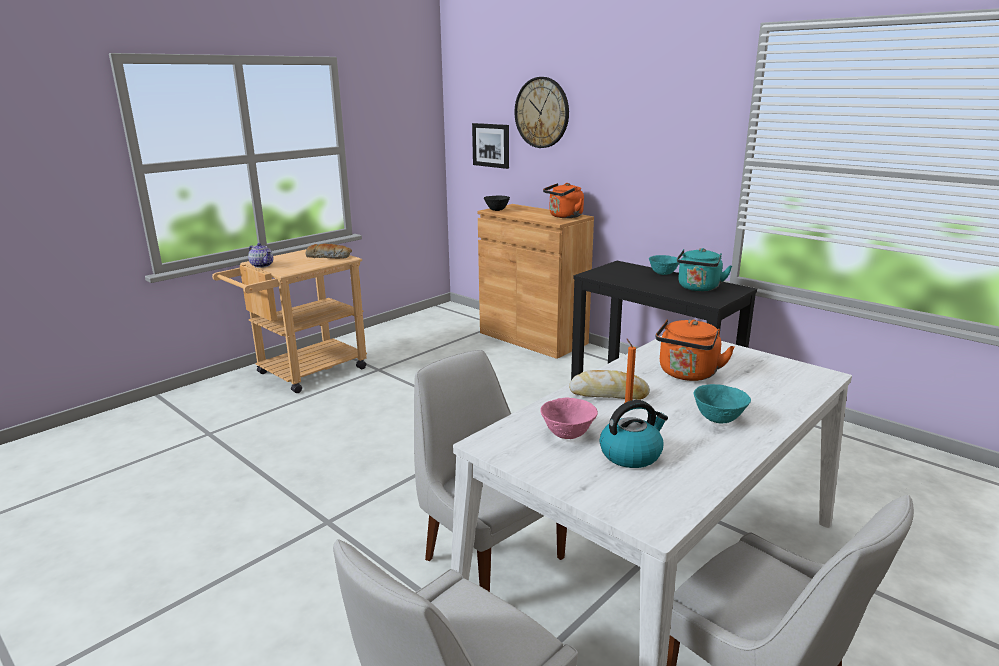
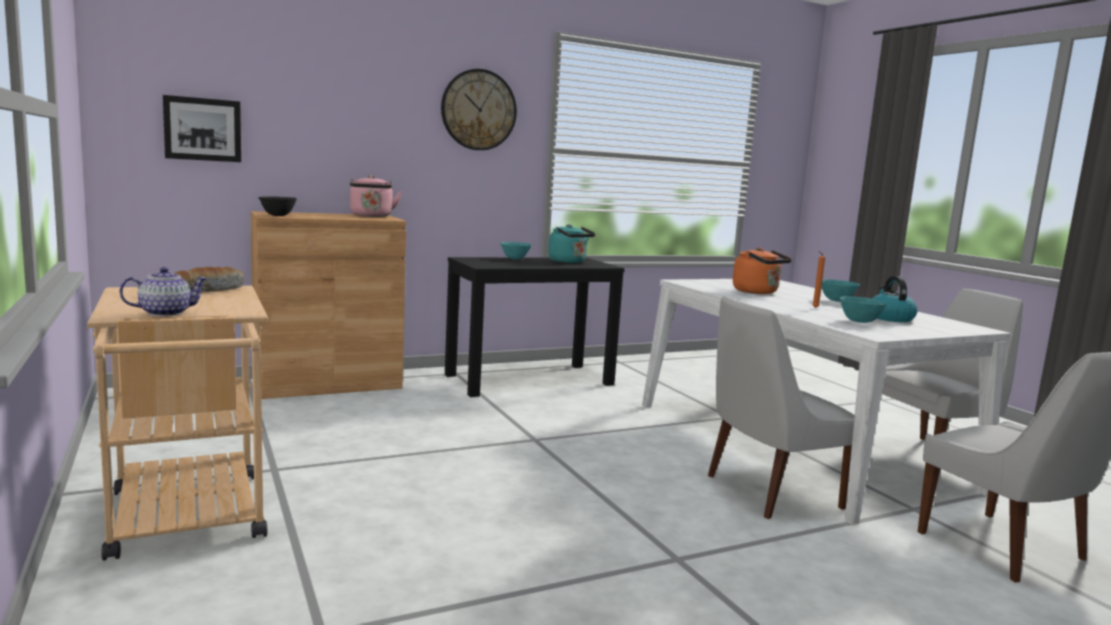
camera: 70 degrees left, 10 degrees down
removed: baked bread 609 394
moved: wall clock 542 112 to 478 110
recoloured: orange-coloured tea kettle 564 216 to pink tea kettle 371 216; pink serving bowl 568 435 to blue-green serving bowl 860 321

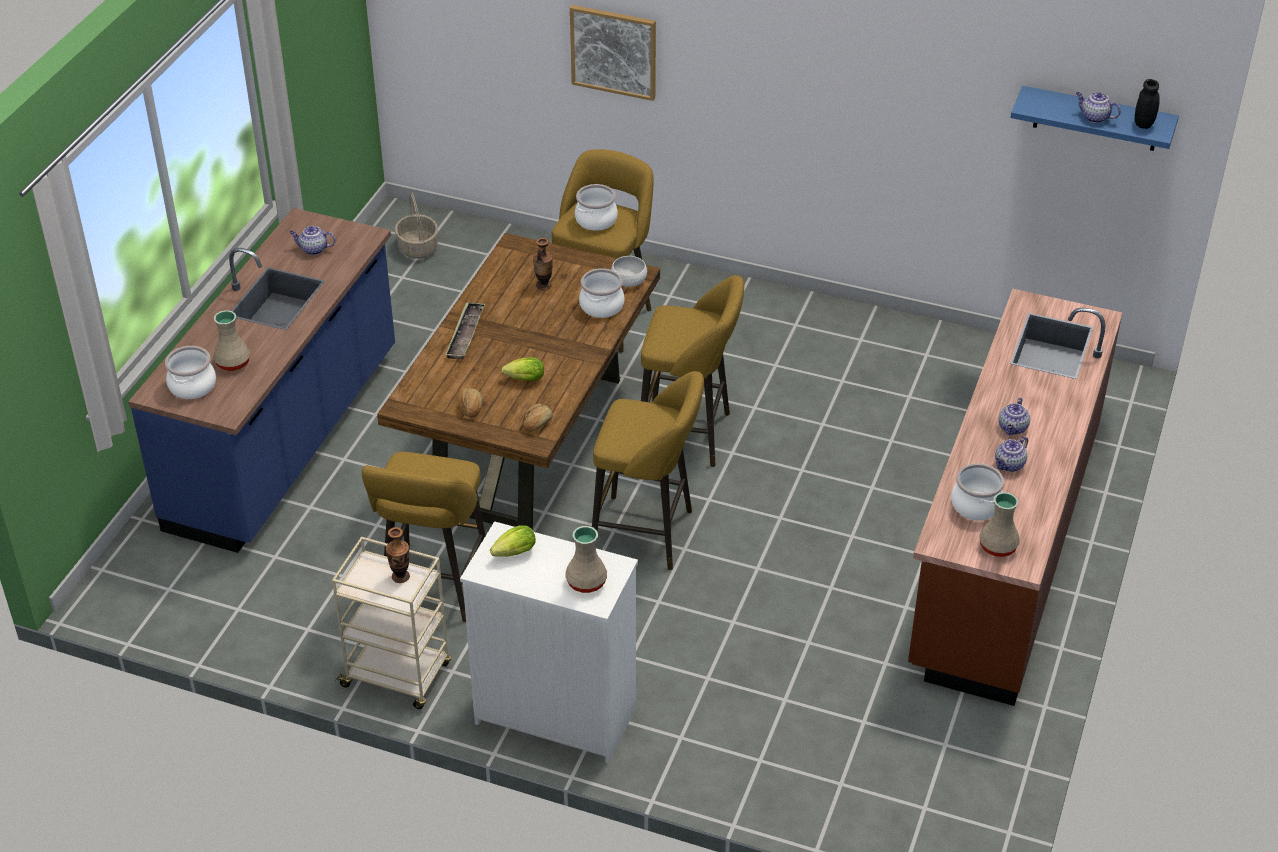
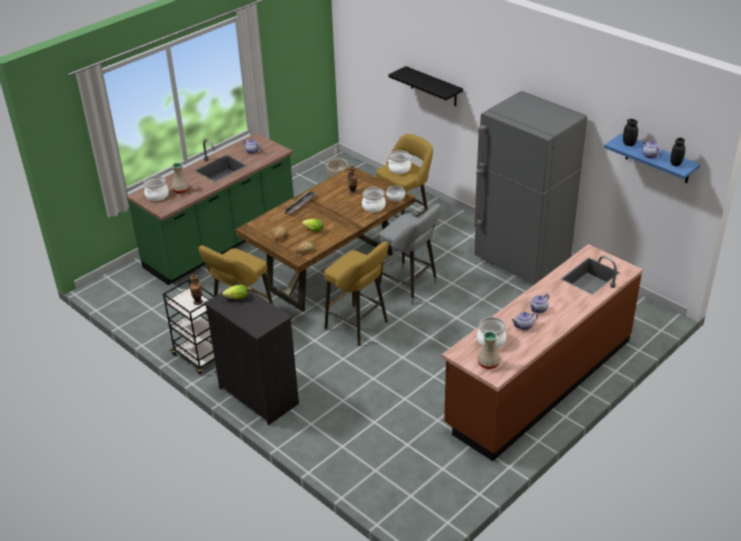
camera: 25 degrees right, 5 degrees down
removed: sand-coloured vase 585 581
added: grey kitchen fridge 521 262; black-coloured preserve jar 629 144
replaced: wall picture 614 51 to black-coloured shelf 433 86
recoloured: blue-coloured kitchen base unit 286 440 to greenish kitchen base unit 222 243; yellowish stool seat 689 435 to grey stool seat 410 287; whitish drawer chest 554 714 to black-coloured drawer chest 258 395; sand-coloured wheeled cart 398 675 to black-coloured wheeled cart 200 357

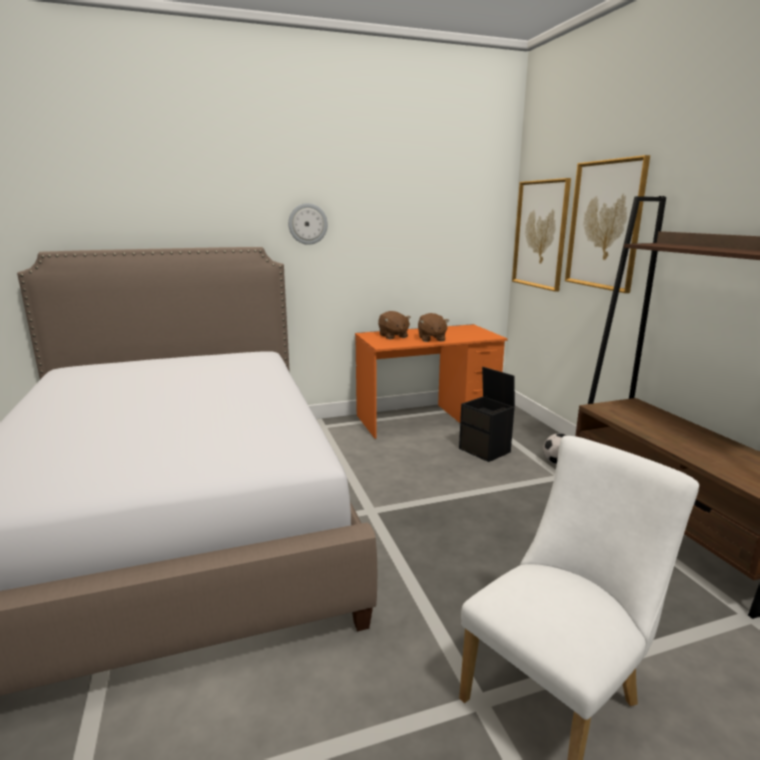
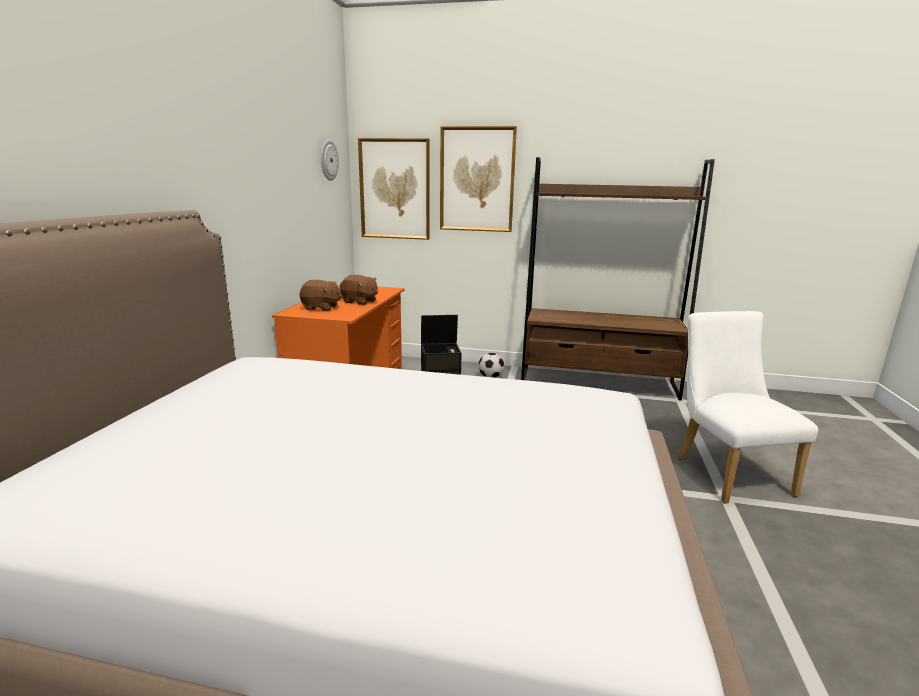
camera: 60 degrees left, 0 degrees up
moved: wall clock 307 224 to 328 160

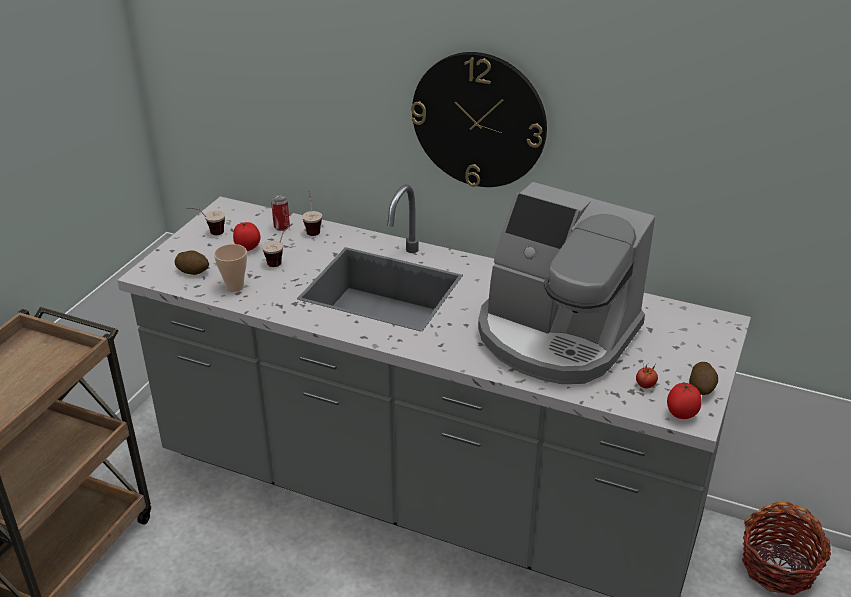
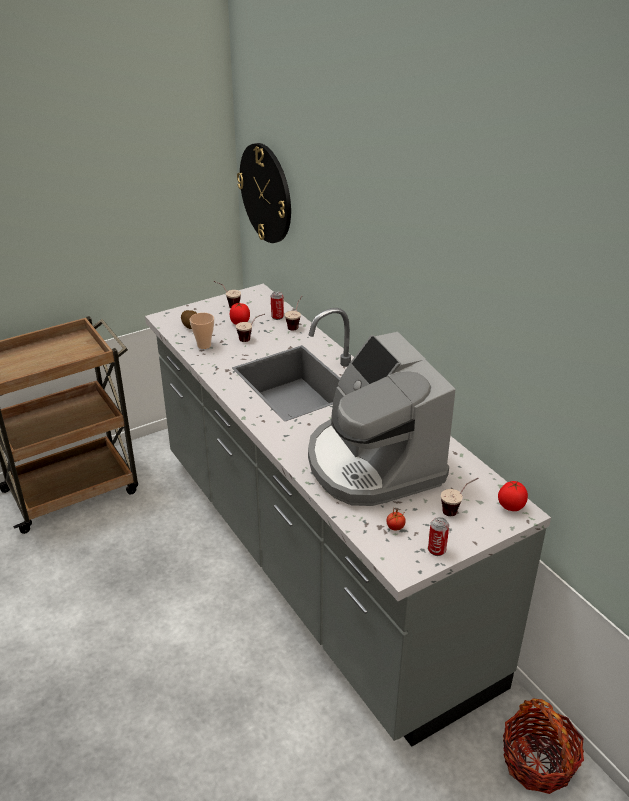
camera: 35 degrees right, 0 degrees up
added: small cup 457 509
moved: wall clock 479 120 to 266 193; fresh tomato 681 414 to 510 507
replaced: spud 701 388 to metal can 436 550

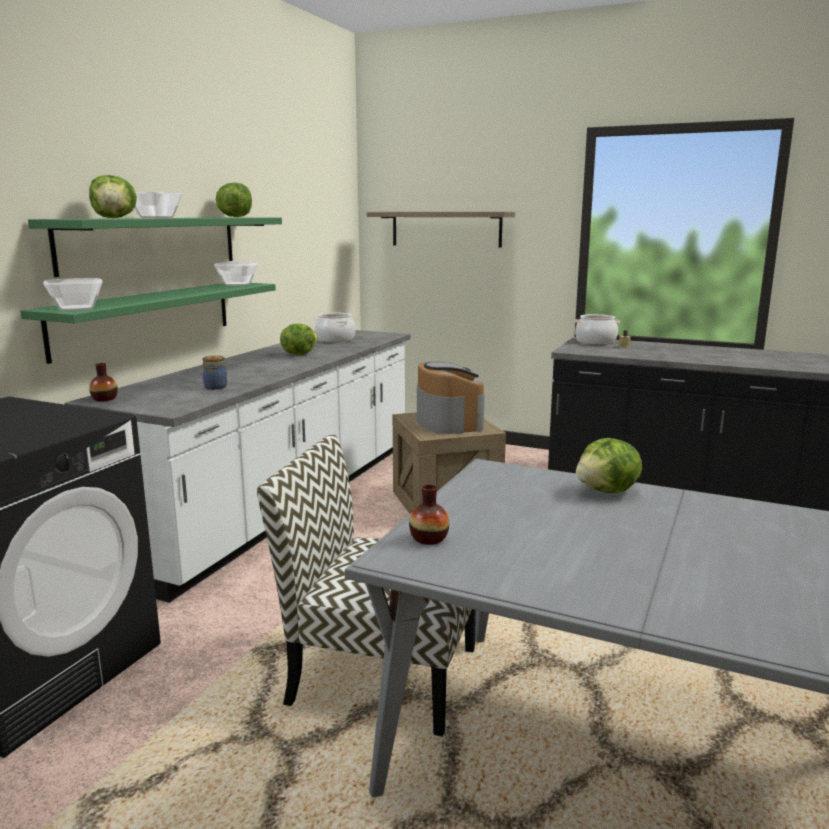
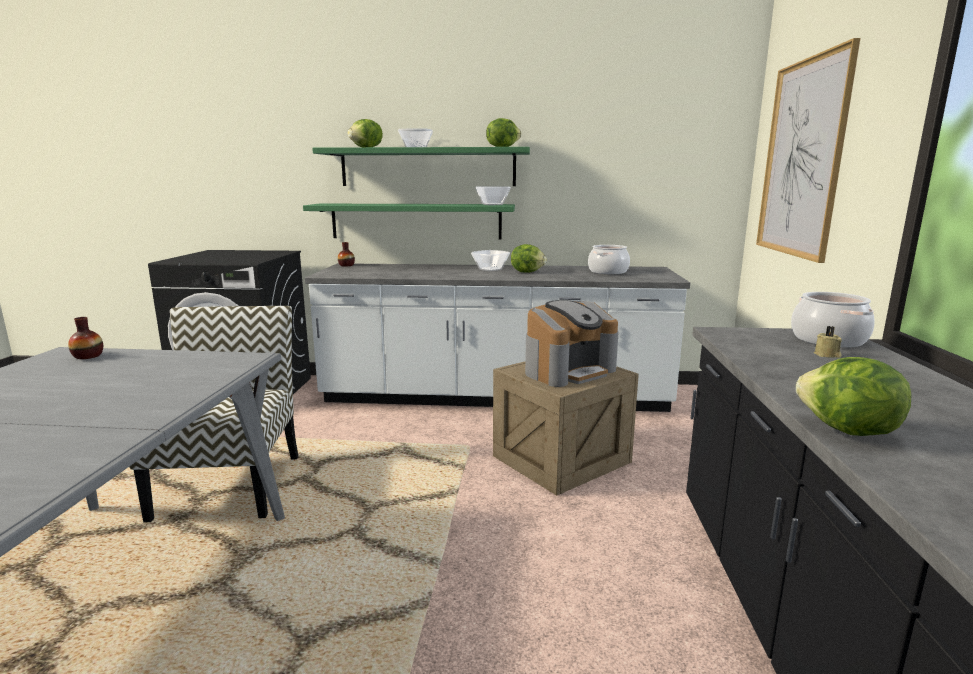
camera: 70 degrees right, 0 degrees up
removed: preserve jar 216 387
moved: serving bowl 75 308 to 490 269; lettuce head 607 491 to 847 431
replaced: shelf 446 229 to wall picture 802 158

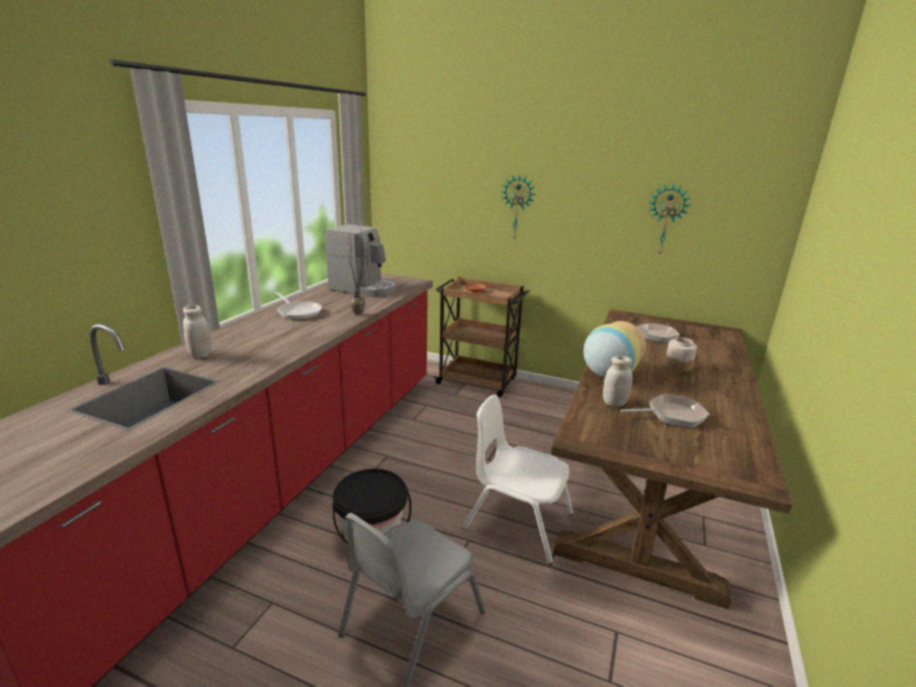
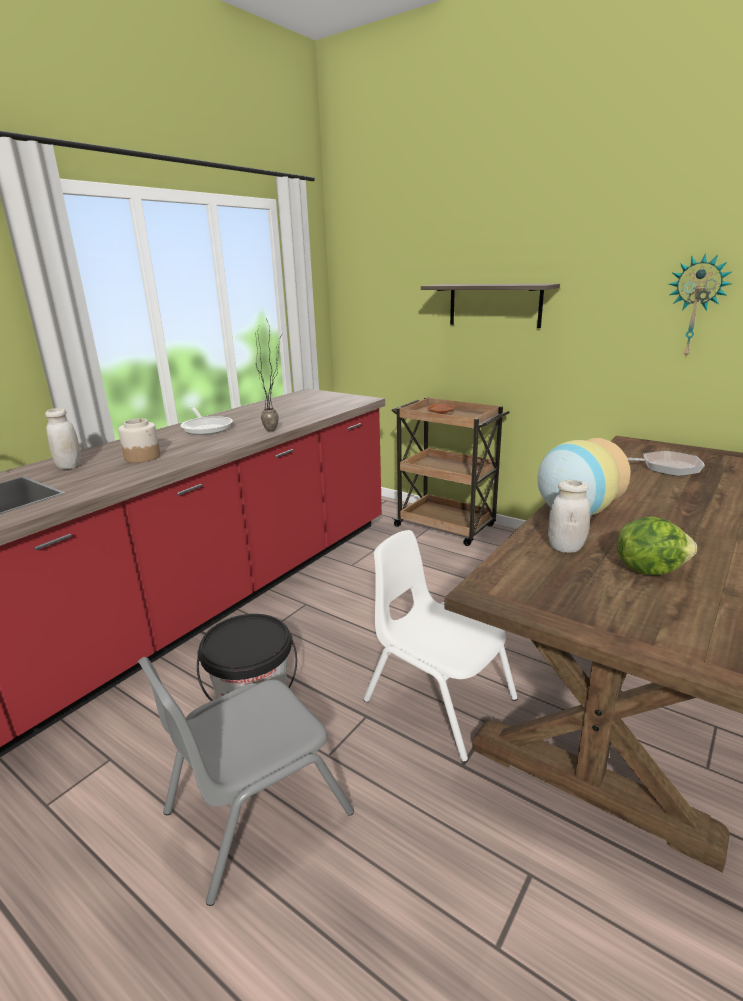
camera: 15 degrees right, 0 degrees up
removed: coffee maker 364 288
moved: preserve jar 677 366 to 142 457
replaced: wall clock 517 207 to shelf 494 305; pan 672 415 to lettuce head 648 569

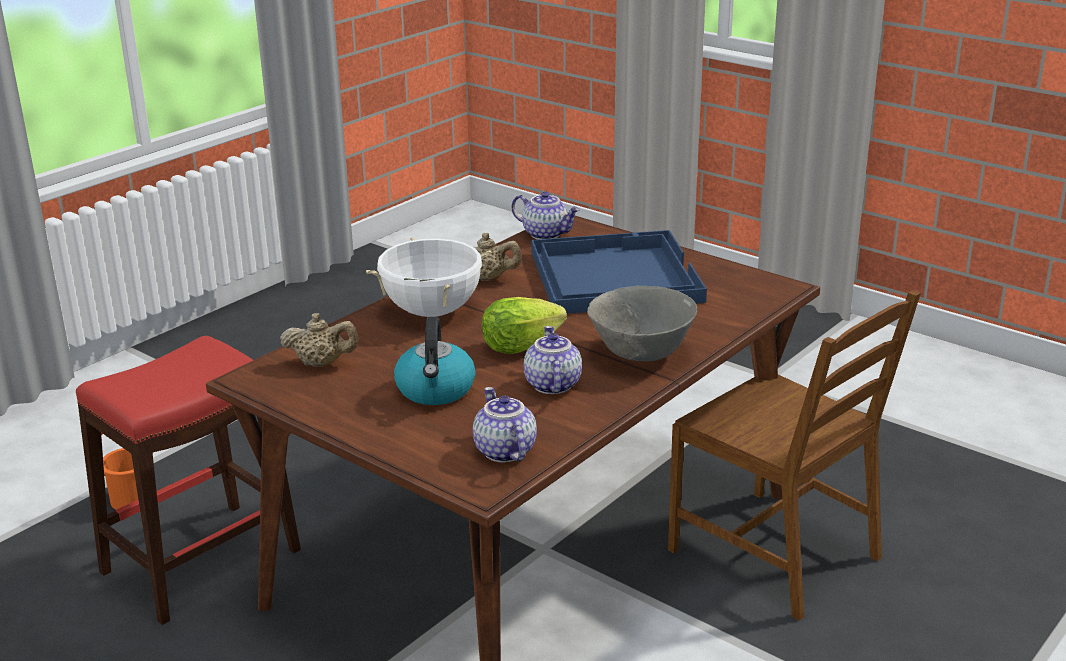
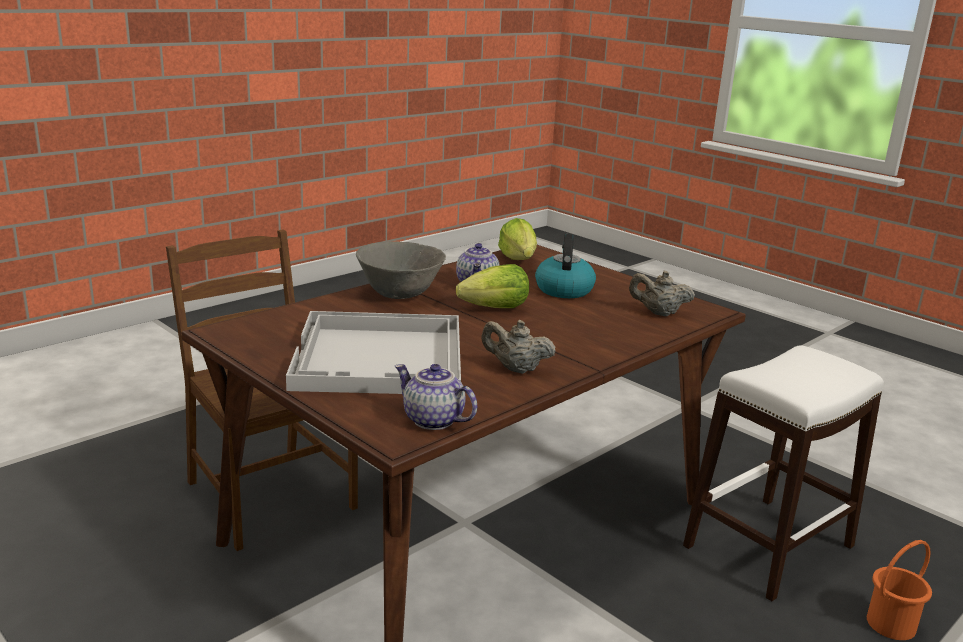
camera: 175 degrees left, 5 degrees down
removed: whitish stockpot 432 311
replaced: teapot 503 451 to lettuce head 518 259
recoloured: blue-coloured serving tray 613 276 to whitish serving tray 381 358; reddish stool seat 200 561 to whitish stool seat 770 546

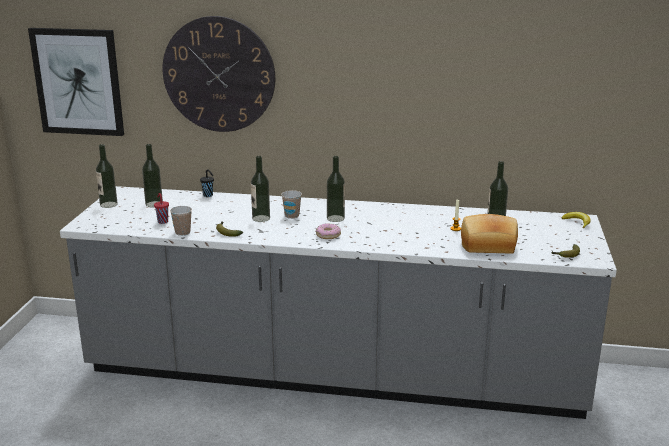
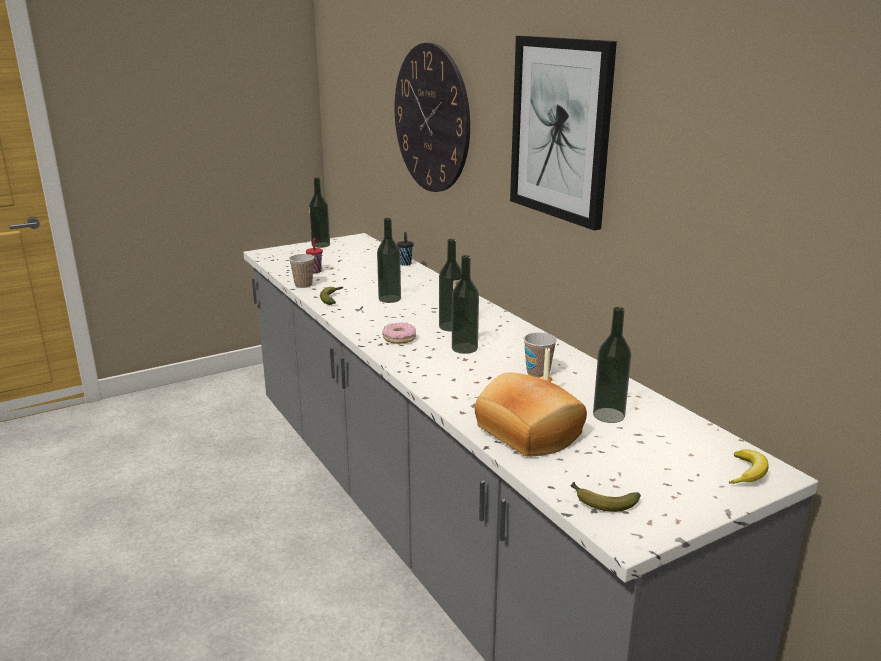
camera: 50 degrees right, 0 degrees up
moved: wall picture 78 82 to 560 129; beverage bottle 154 204 to 464 348; small cup 292 216 to 538 373

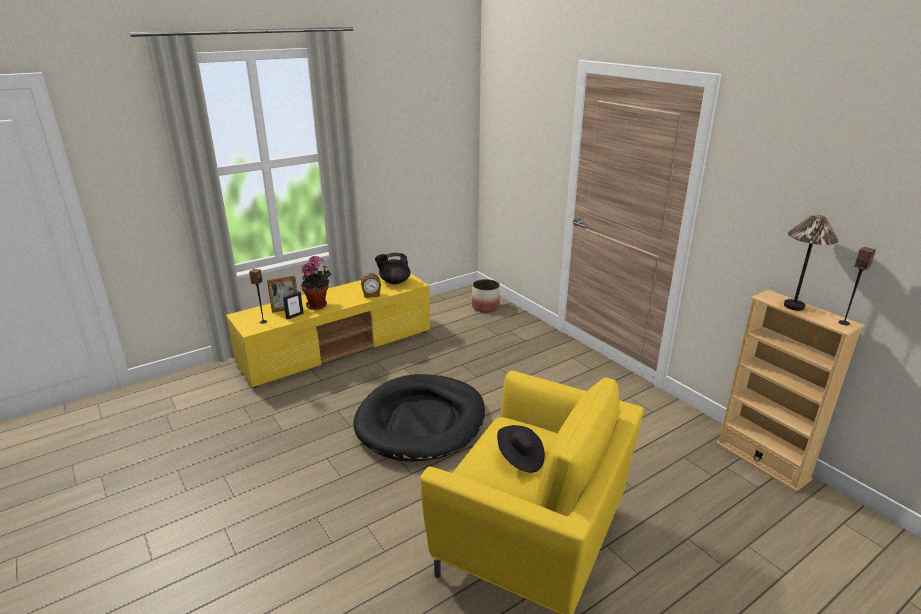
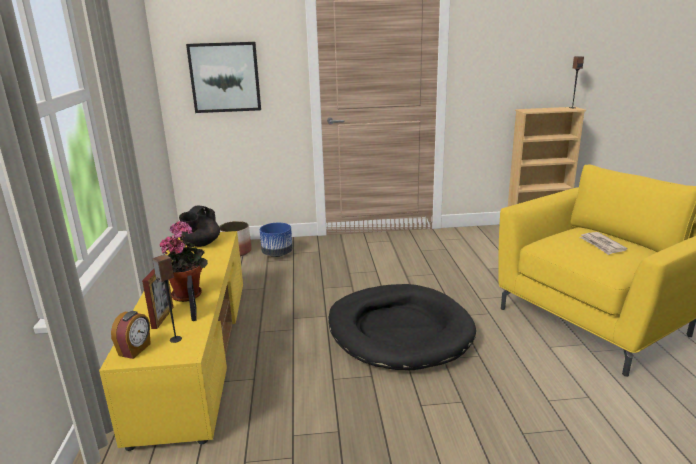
camera: 60 degrees left, 5 degrees down
removed: lamp for a table 793 306
added: wall picture 225 77; blue-coloured flower pot 277 254
moved: bedside clock 371 295 to 135 350
replaced: black-coloured clothing hat 520 458 to daily paper 601 245

